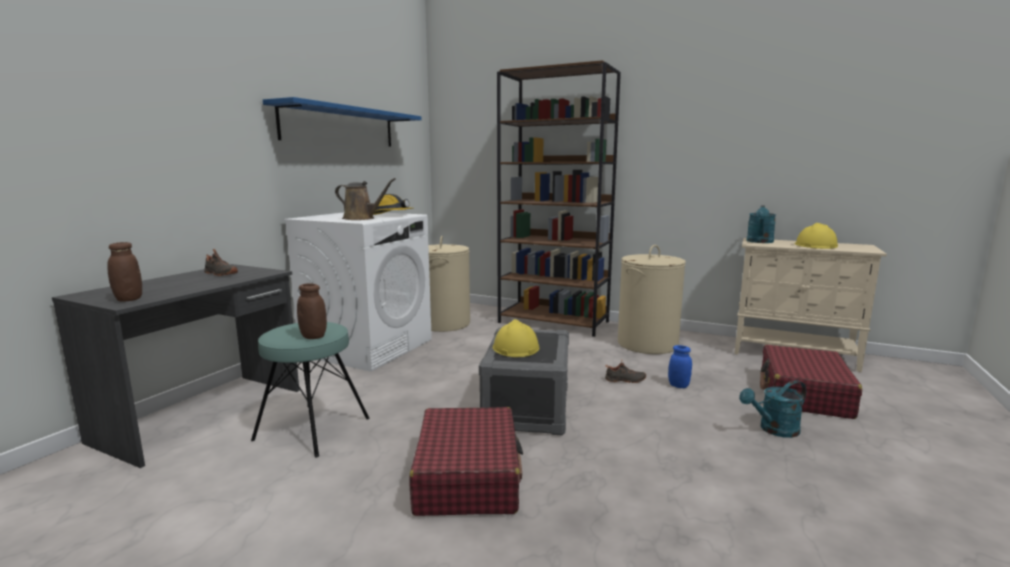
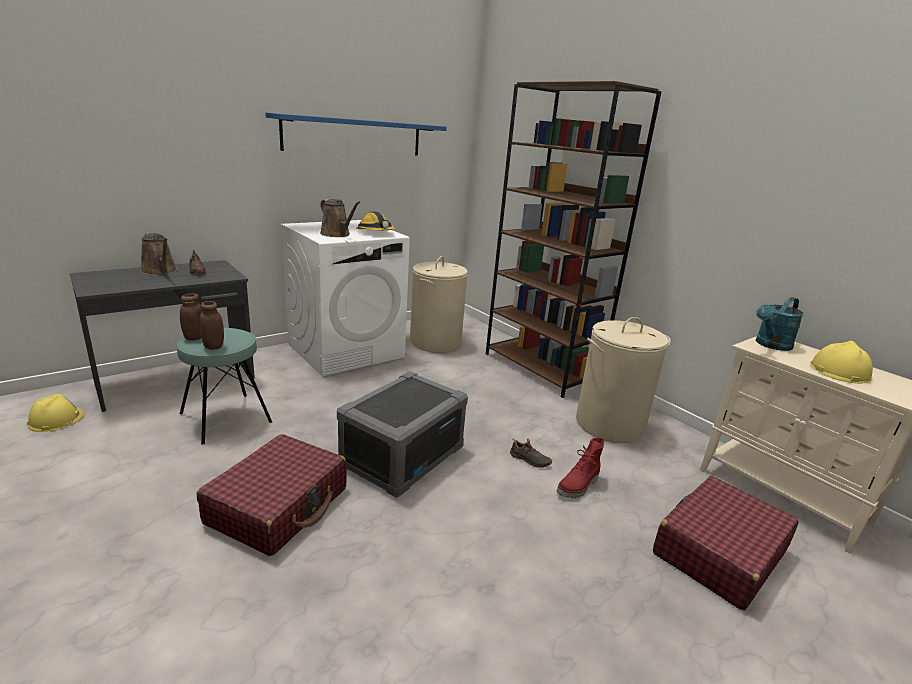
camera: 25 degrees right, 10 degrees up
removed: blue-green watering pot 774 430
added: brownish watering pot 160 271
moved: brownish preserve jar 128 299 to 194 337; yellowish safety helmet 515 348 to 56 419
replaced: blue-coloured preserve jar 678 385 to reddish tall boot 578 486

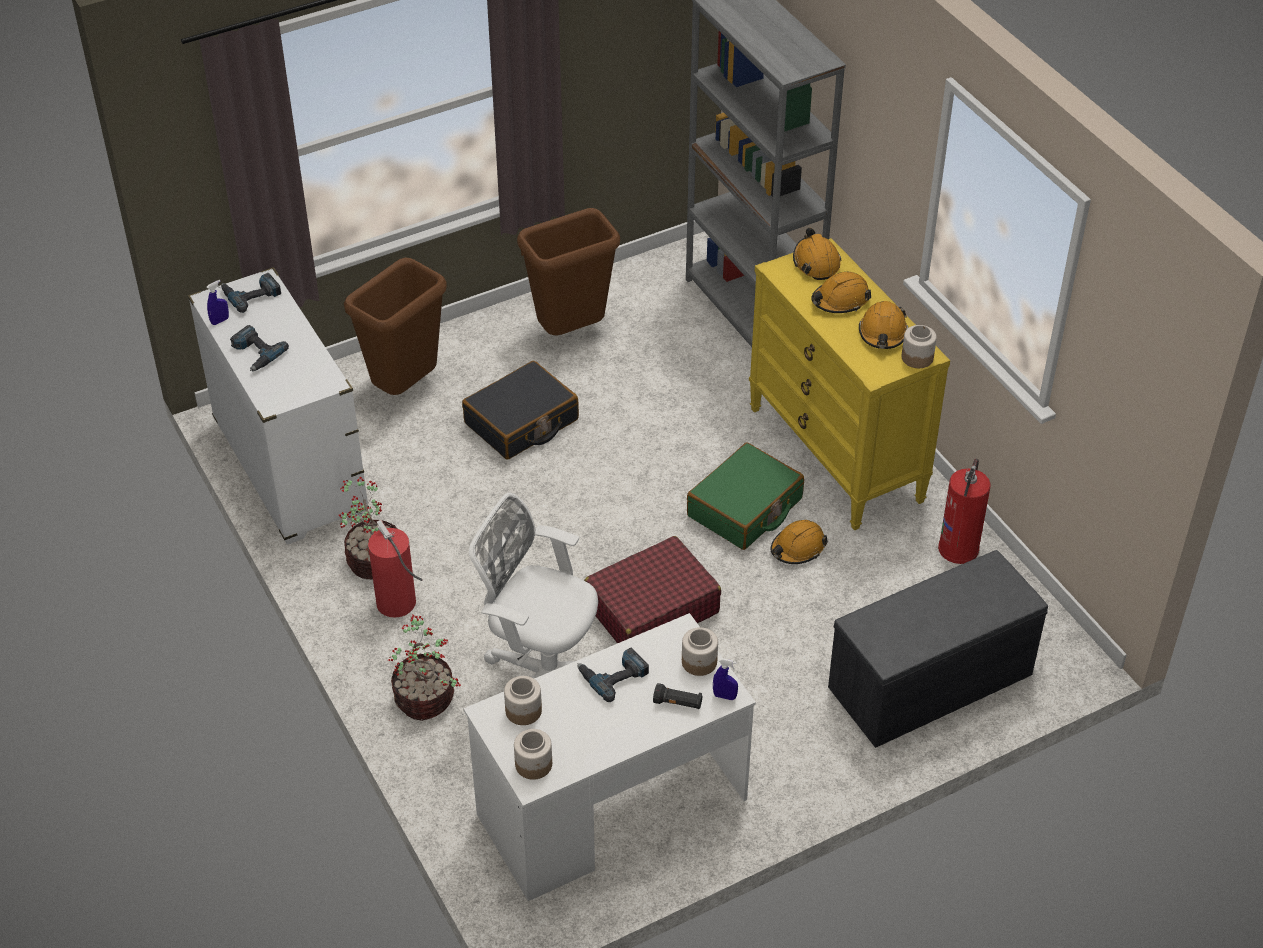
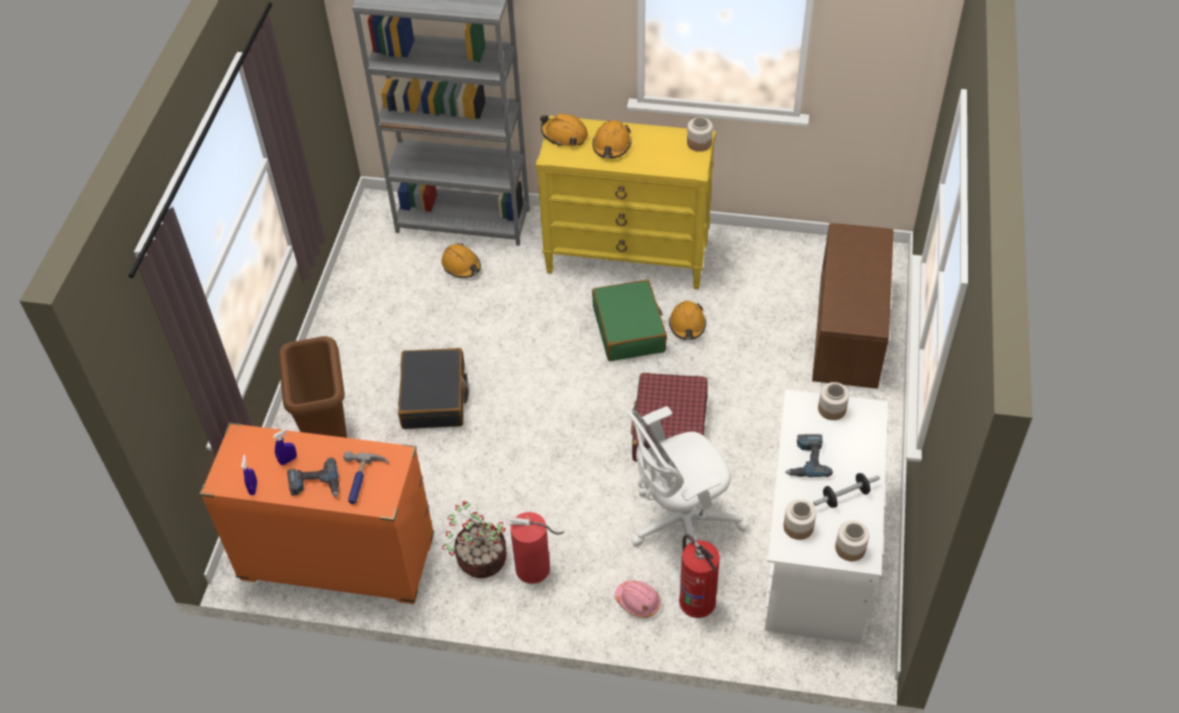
camera: 50 degrees left, 5 degrees up
removed: brownish waste bin 571 332; power drill 251 294; black-coloured flashlight 678 703
added: tool hammer 362 481; free weight 845 496
moved: orange-coloured safety helmet 883 333 to 461 265; fire-fighting cylinder 959 548 to 696 600; blue-coloured spray bottle 724 696 to 288 460
replaced: houseplant 426 699 to pink safety helmet 638 601
recoloured: whitish drawer chest 290 468 to orange-coloured drawer chest 337 559; grey indoor bench 930 683 to brownish indoor bench 849 332

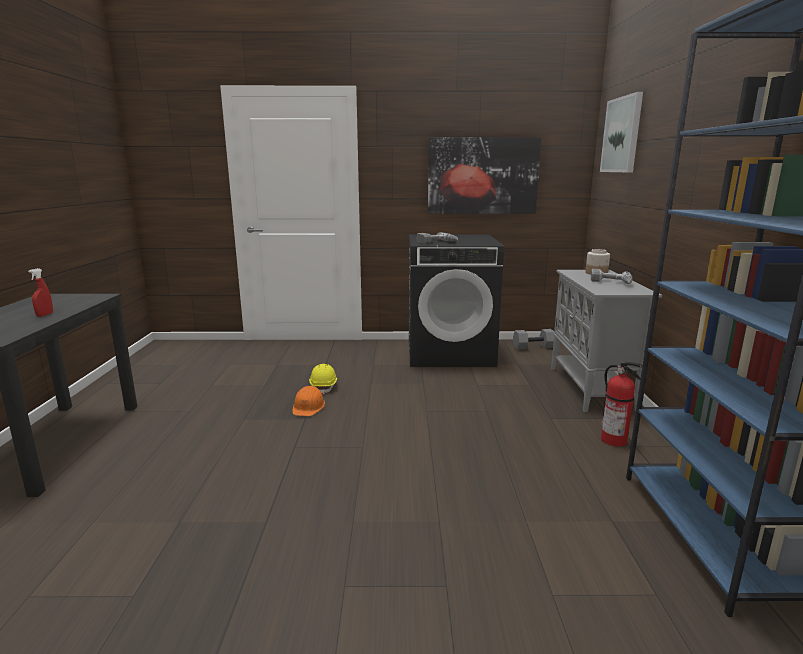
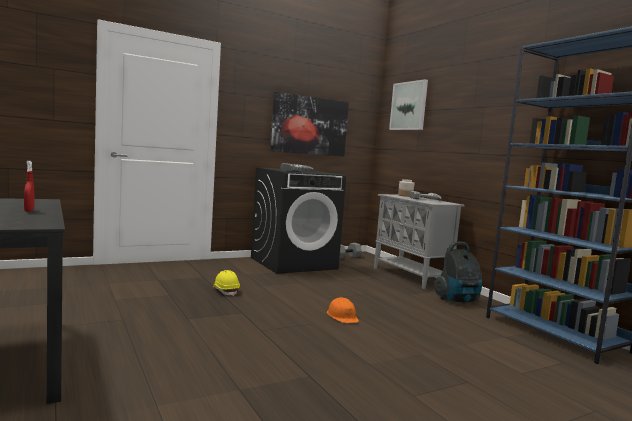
camera: 30 degrees left, 10 degrees down
moved: orange-coloured safety helmet 308 407 to 342 316
replaced: fire-fighting cylinder 615 440 to vacuum cleaner 458 300

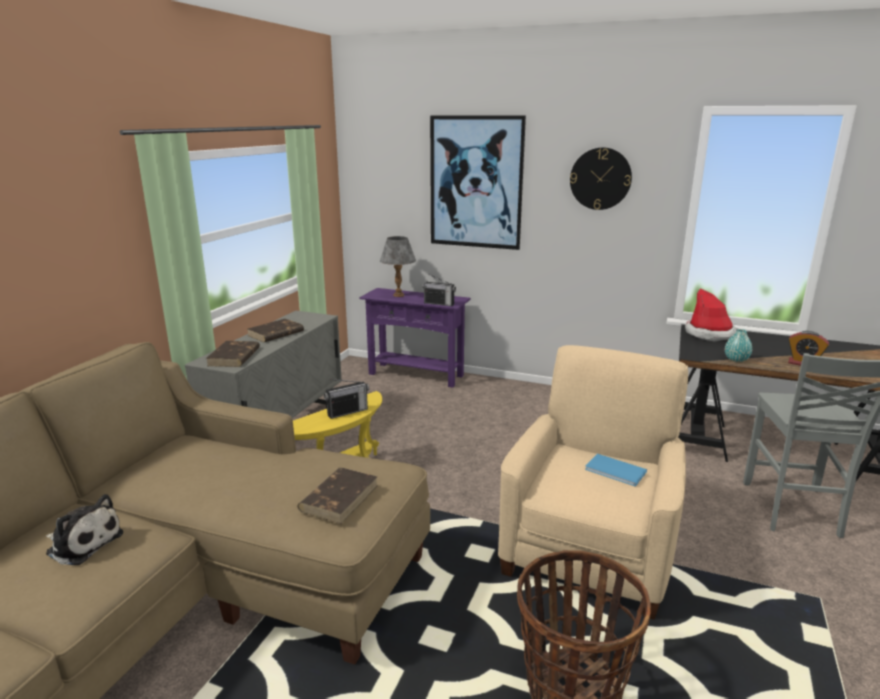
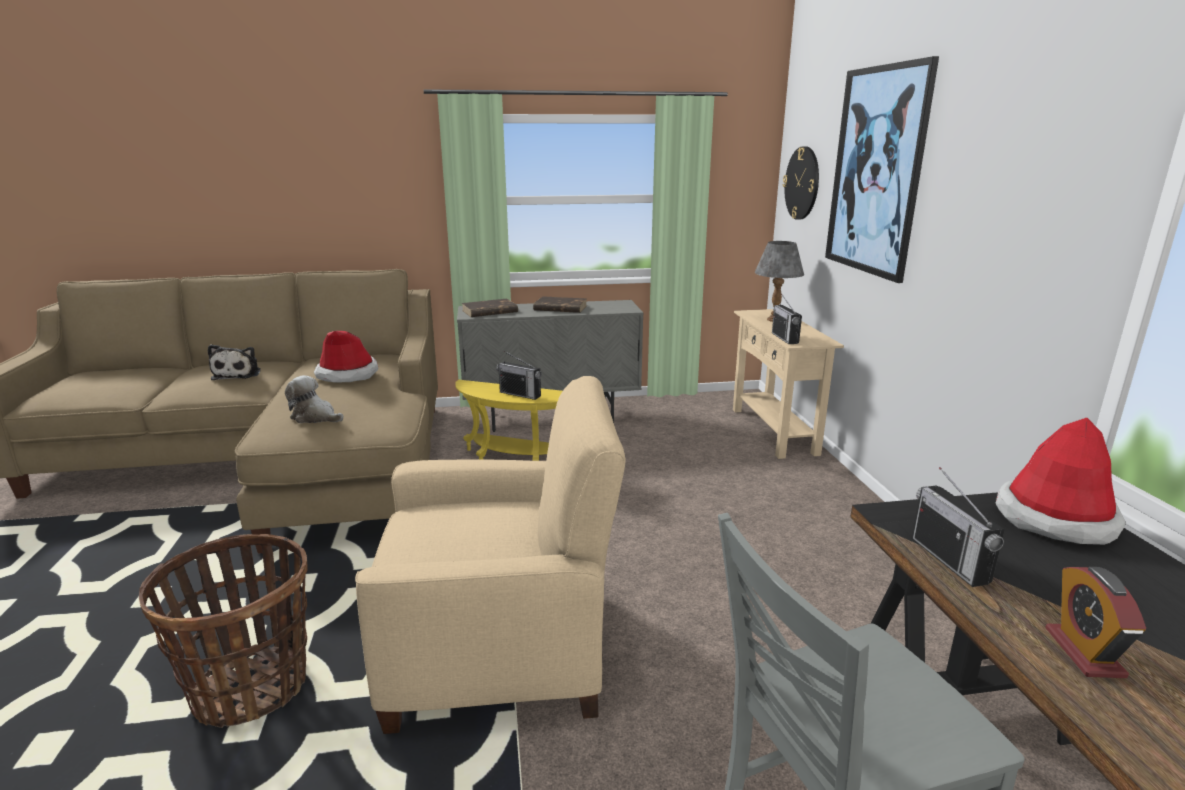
camera: 60 degrees right, 0 degrees up
removed: blue-coloured volume 616 472
added: clothing hat 347 374
moved: wall clock 600 179 to 802 183
replaced: blue-green vase 736 359 to radio receiver 949 560; brownish volume 339 497 to soft toy 315 417
recoloured: purple-coloured console table 416 375 to sand-coloured console table 773 431

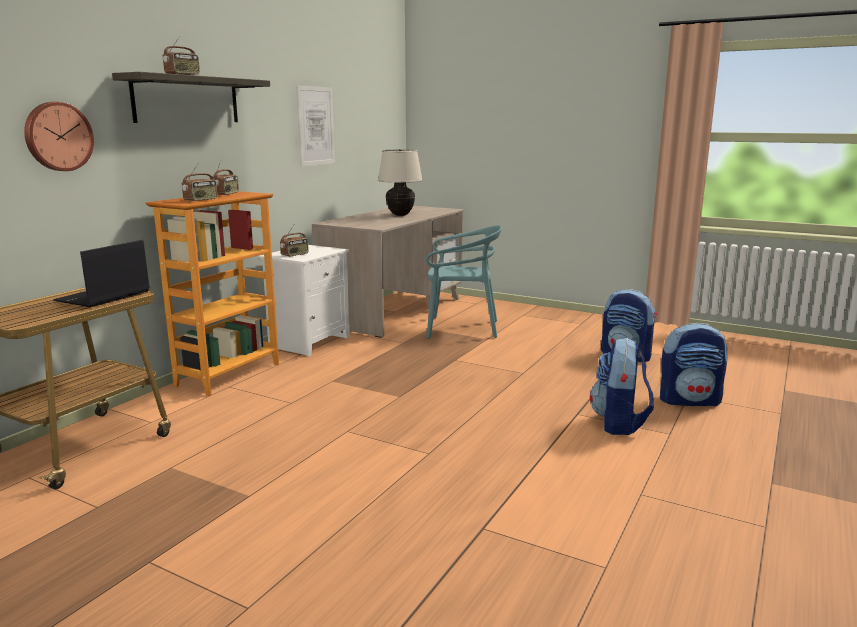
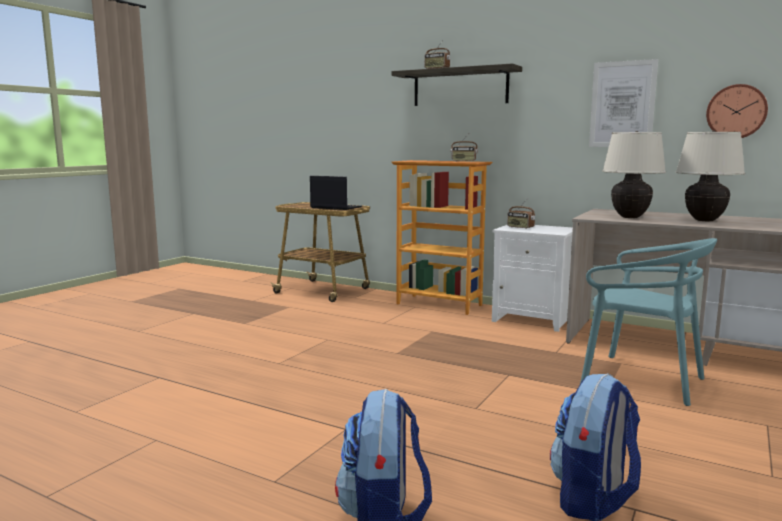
camera: 90 degrees right, 5 degrees down
removed: radio receiver 201 200; rucksack 619 423
added: sand-coloured lamp for a table 630 217
moved: wall clock 58 136 to 736 112
turned: blue-green upright chair 461 328 = 641 380 60 degrees counterclockwise

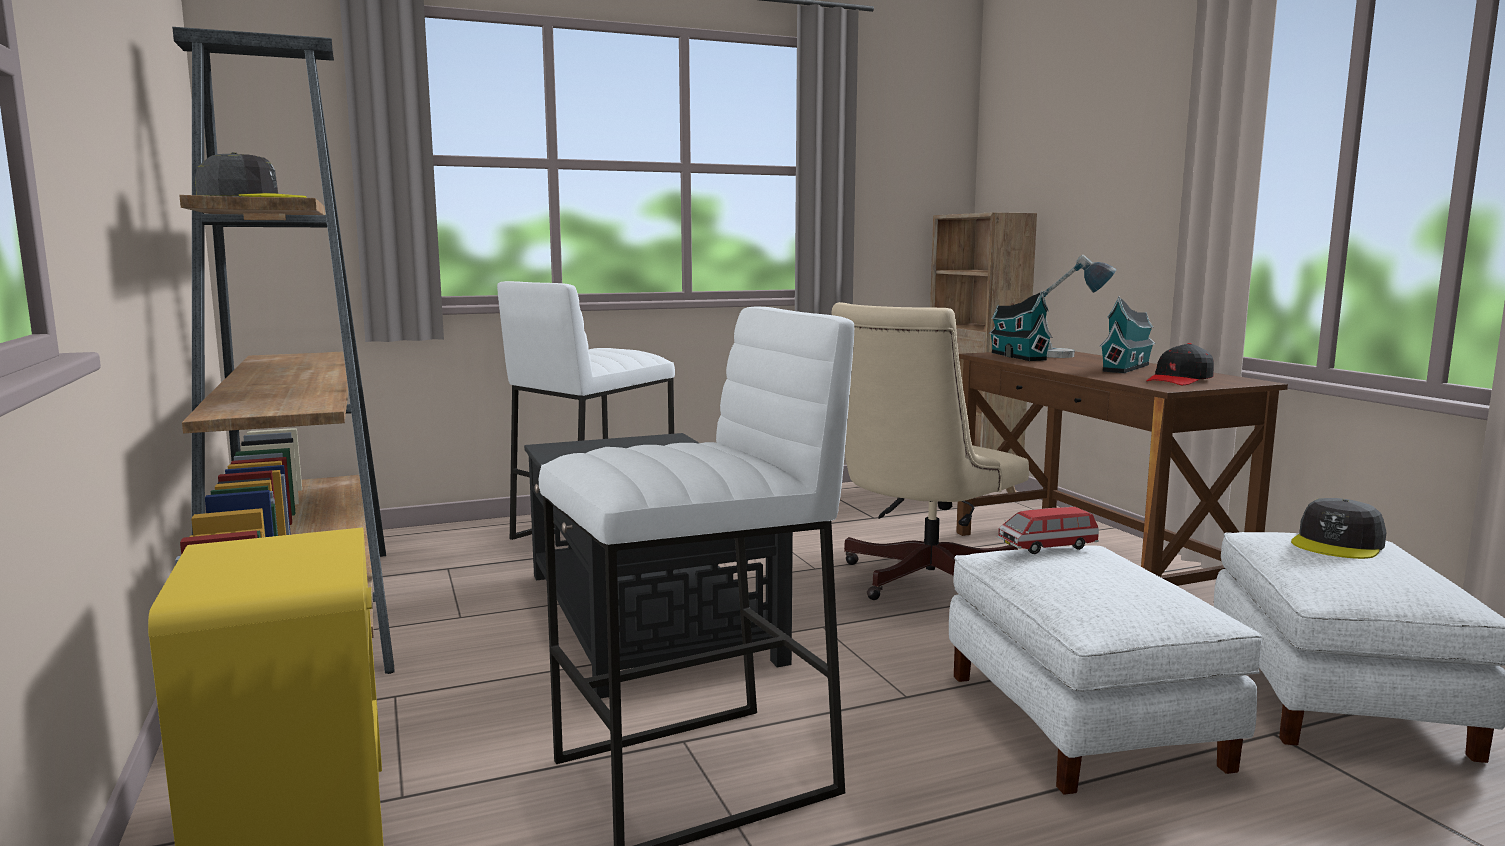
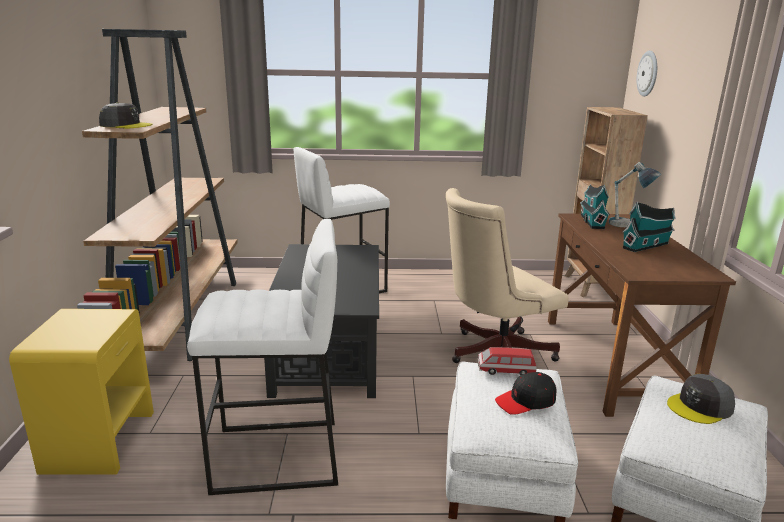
camera: 20 degrees right, 10 degrees up
added: wall clock 648 73
moved: black-coloured baseball cap 1179 380 to 526 401

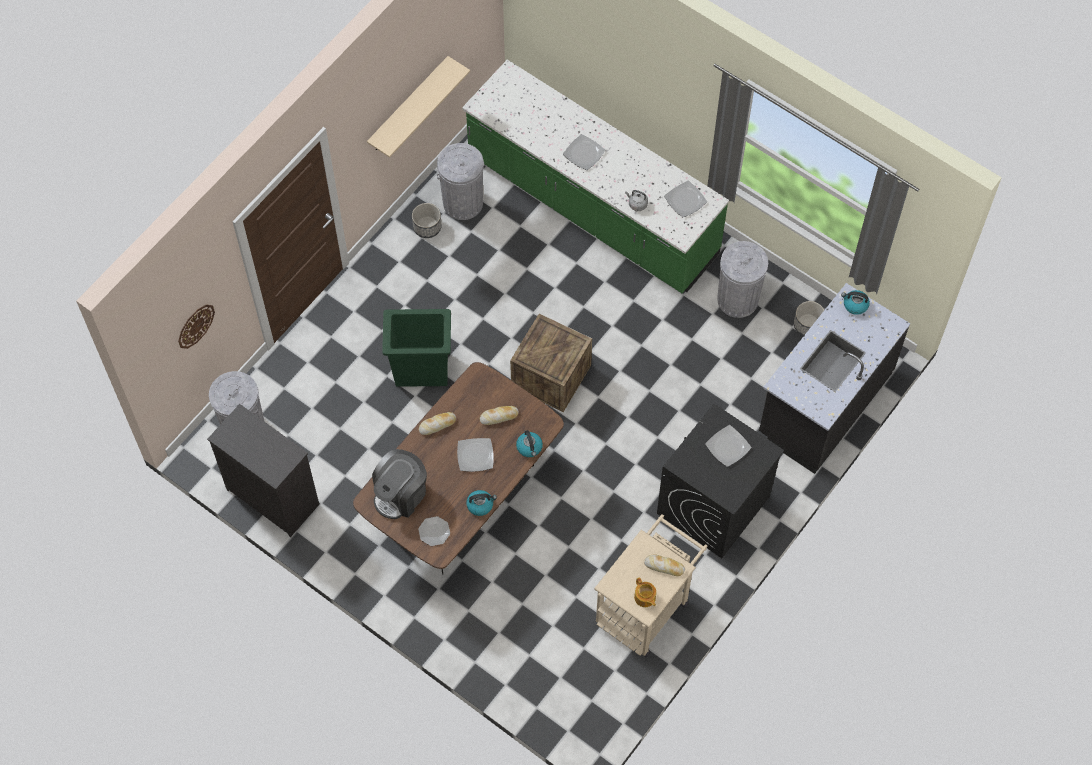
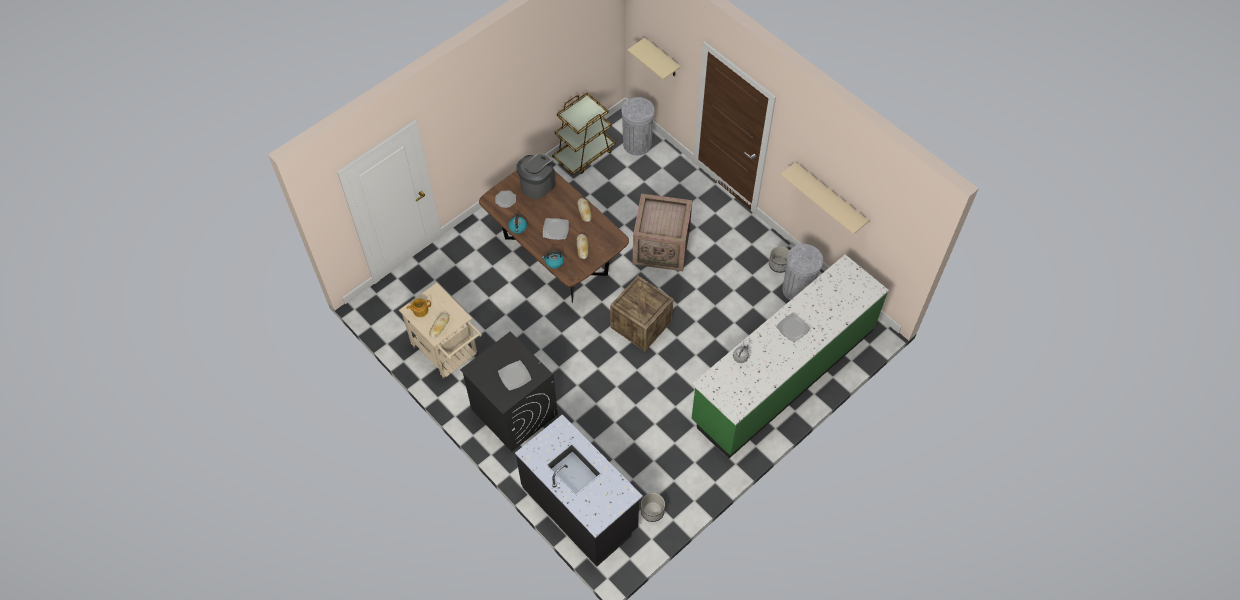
camera: 100 degrees right, 5 degrees down
removed: plate 685 200; grey waste bin 738 299; tea kettle 855 305
replaced: wall clock 195 325 to sand-coloured shelf 662 58; greenish waste bin 421 369 to crate 662 246; black-coloured drawer chest 272 496 to brownish wheeled cart 584 154
turned: coffee maker 401 494 = 537 184 75 degrees clockwise

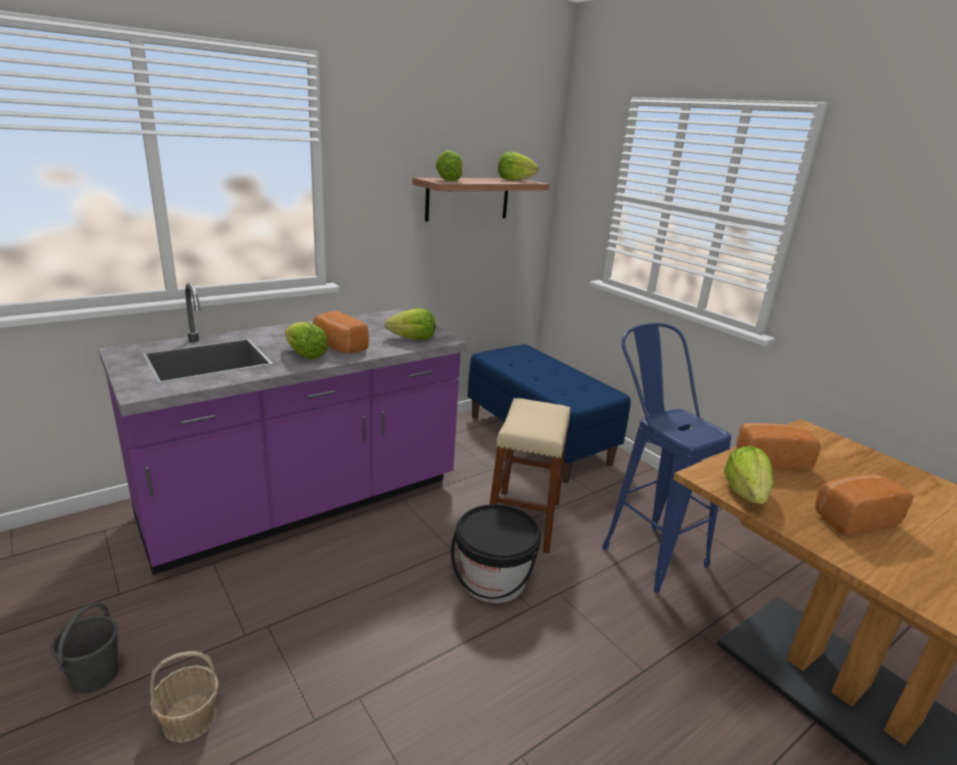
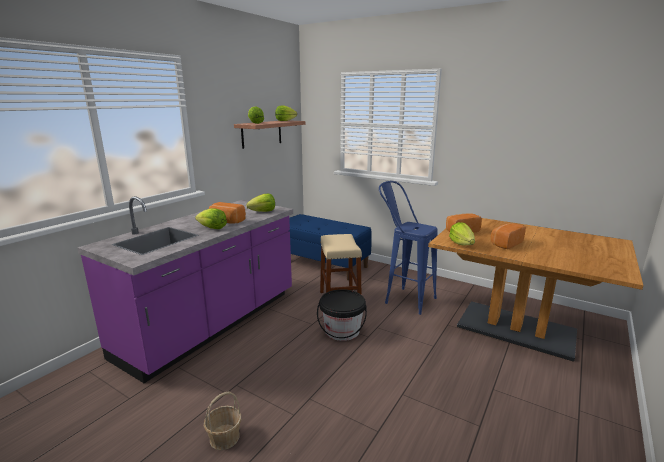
camera: 20 degrees left, 5 degrees down
removed: grey bucket 94 677

